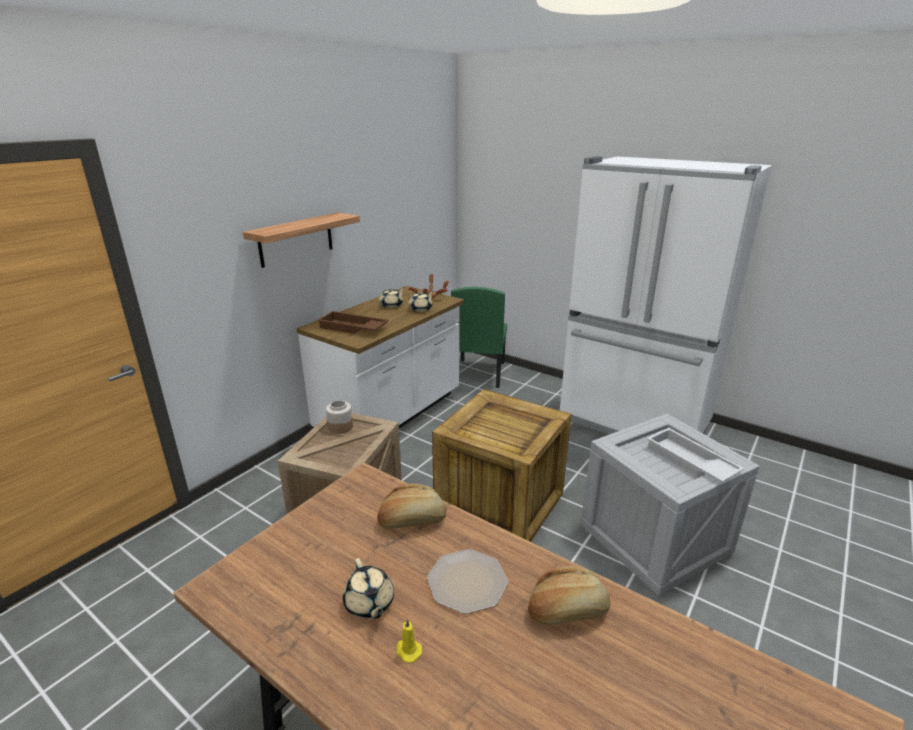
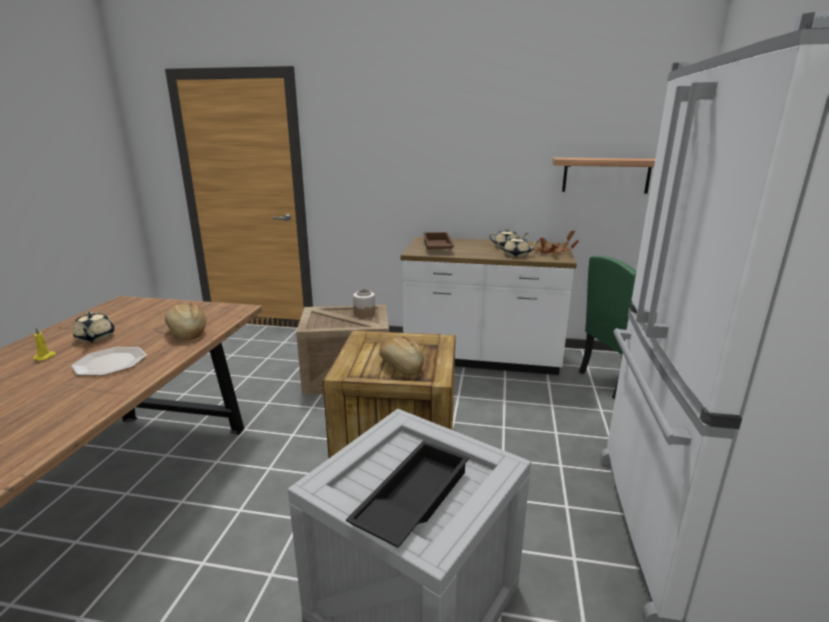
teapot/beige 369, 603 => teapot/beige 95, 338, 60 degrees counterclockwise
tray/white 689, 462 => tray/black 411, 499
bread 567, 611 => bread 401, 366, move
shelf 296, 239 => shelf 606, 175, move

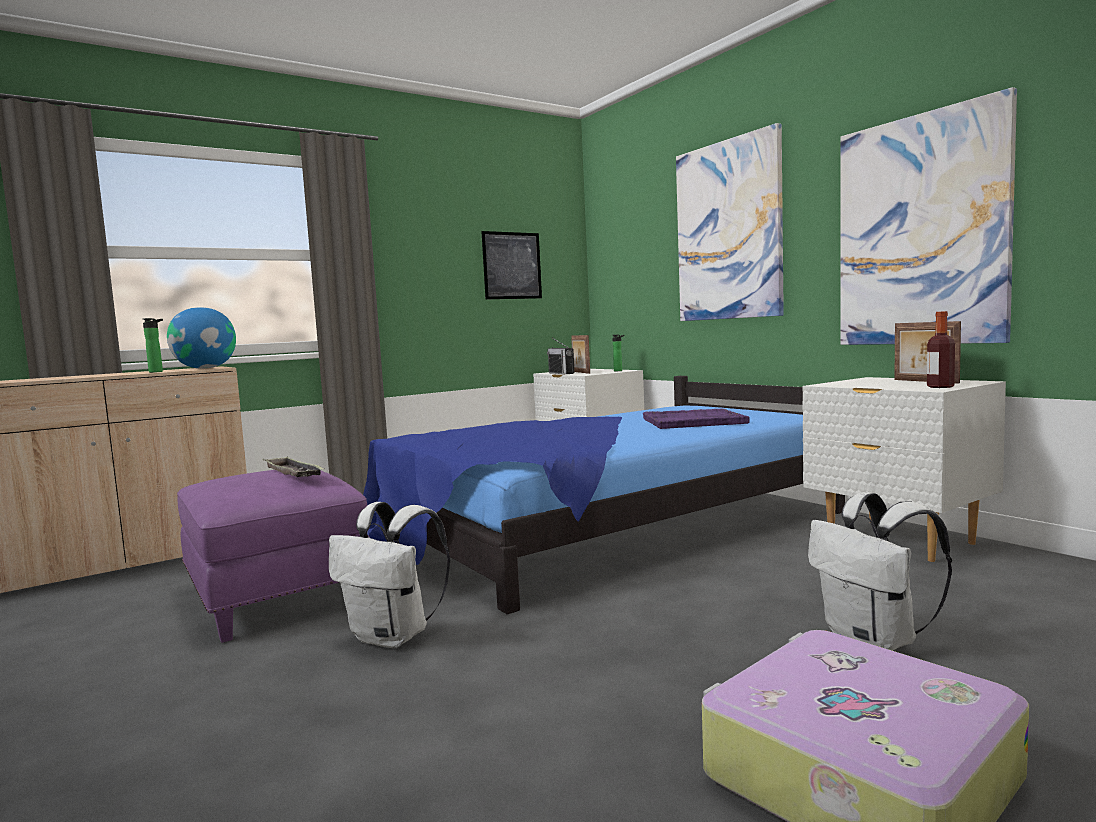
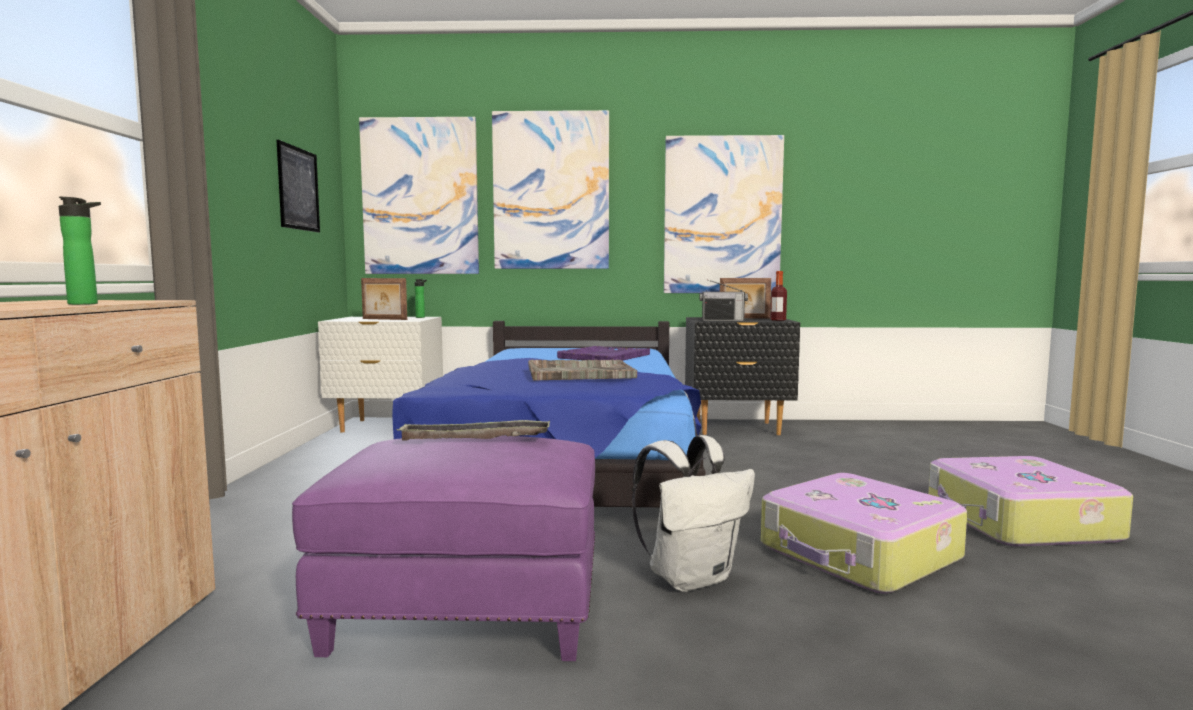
nothing => picture 420, 197
nothing => tray/grey 579, 373
nightstand/white 898, 540 => nightstand/black 737, 429
radio 561, 373 => radio 722, 320, move
nothing => suitcase 859, 554
globe 205, 368 => nothing
backpack/white 874, 641 => nothing

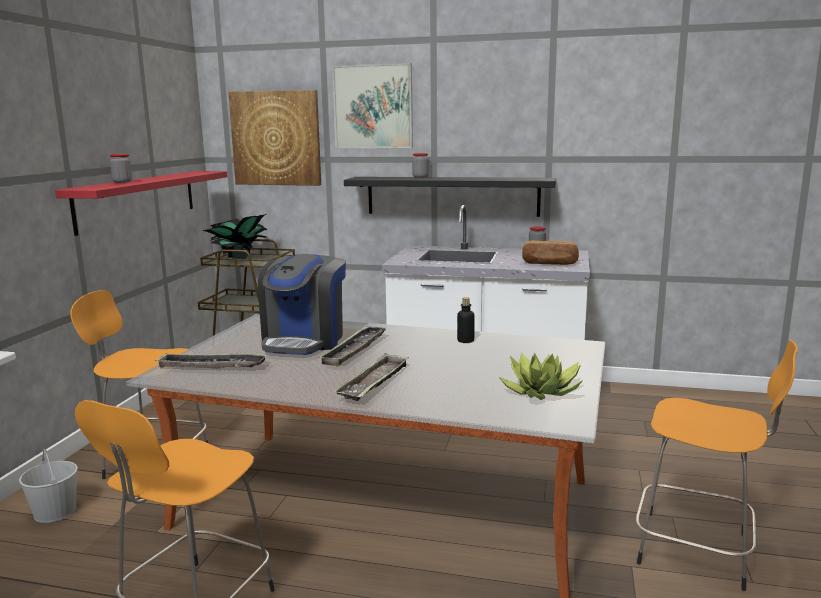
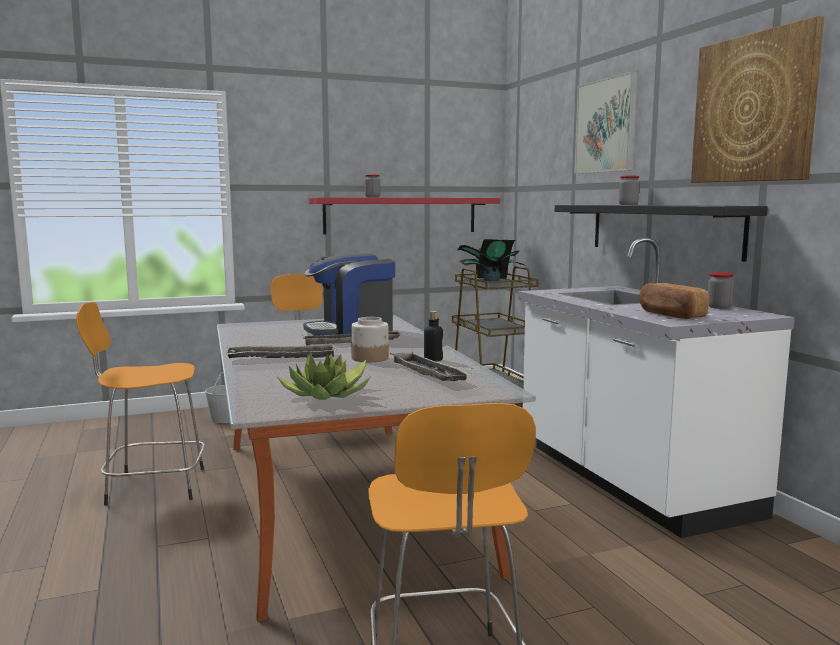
nothing => jar 370, 358
tray 212, 366 => tray 427, 373, move
picture 276, 138 => picture 753, 109, move

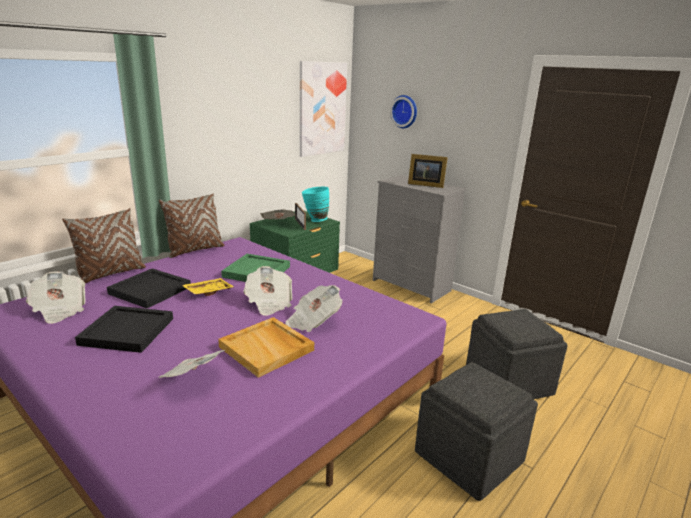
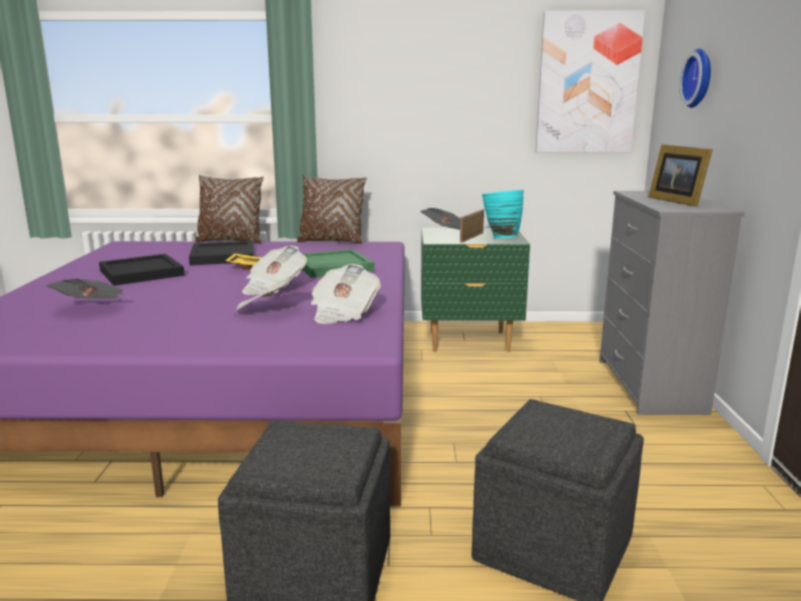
newspaper 59, 310 => newspaper 343, 313, move
tray/beige 267, 348 => nothing

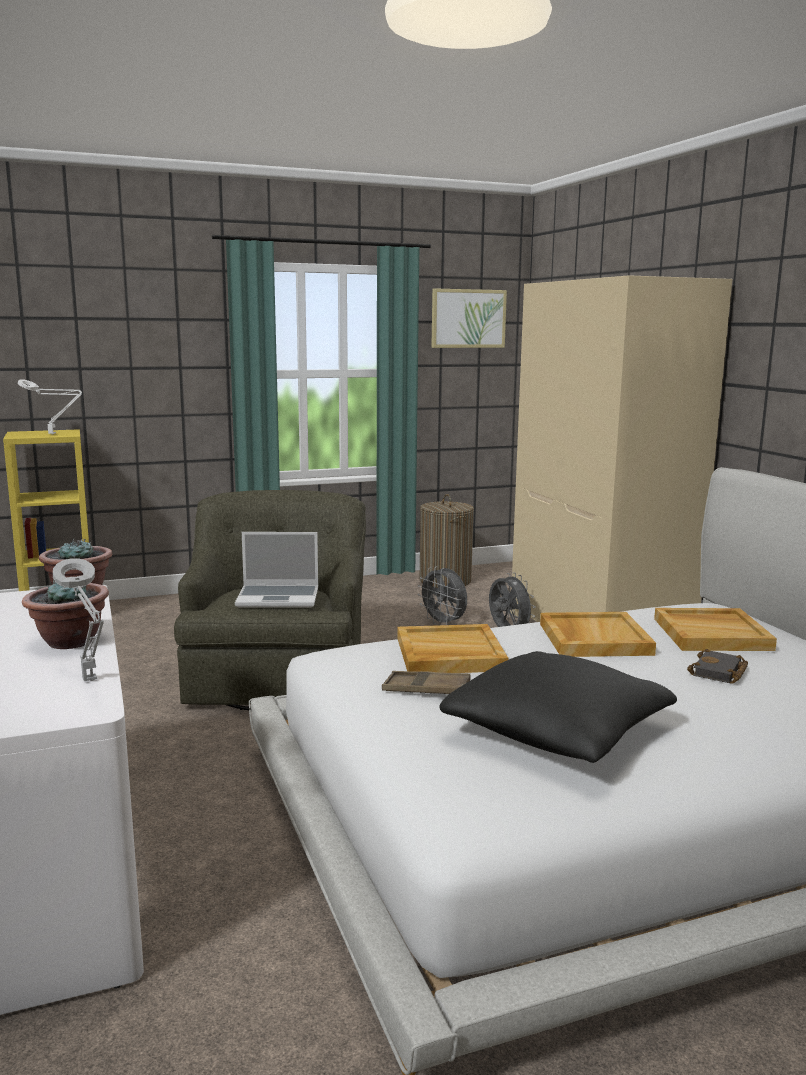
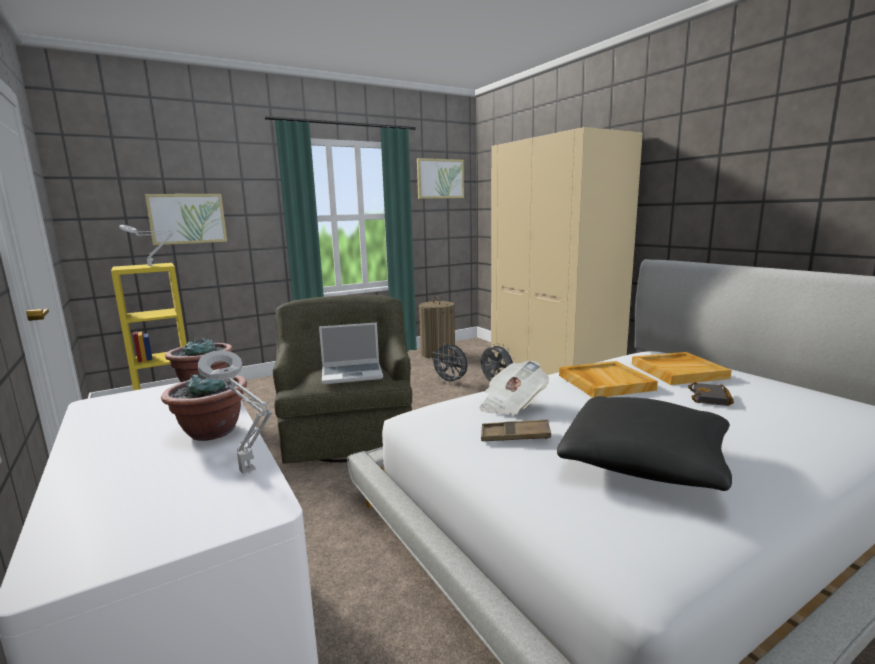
nothing => picture 187, 218
tray/beige 449, 654 => newspaper 511, 405

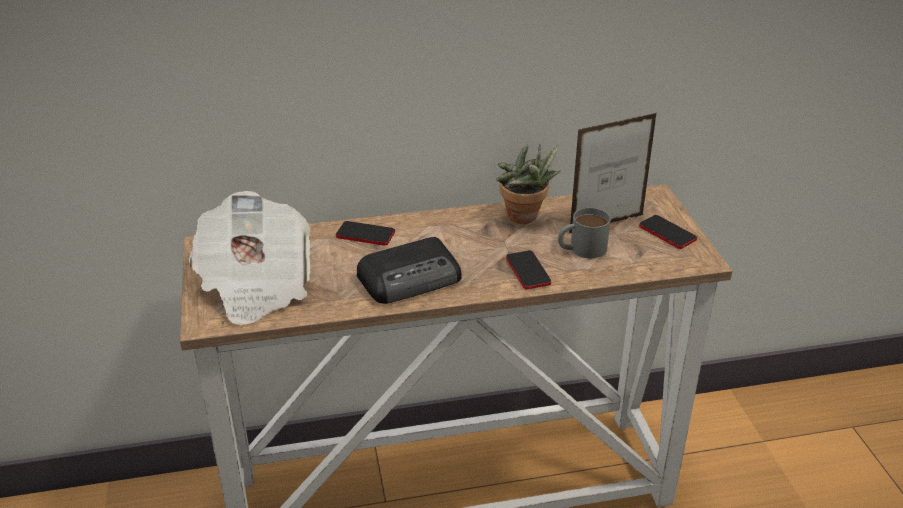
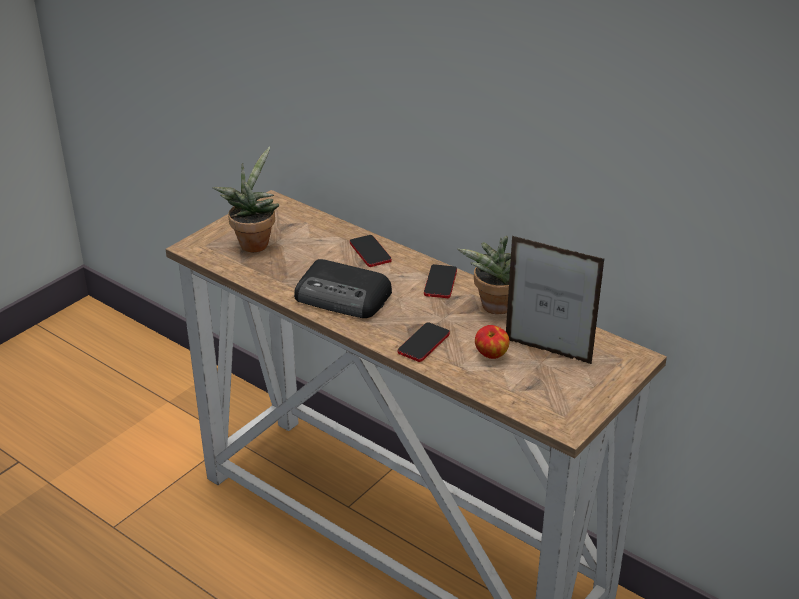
newspaper 255, 285 => potted plant 253, 242
phone 667, 233 => phone 440, 282, move
mug/grey 581, 249 => apple 491, 355

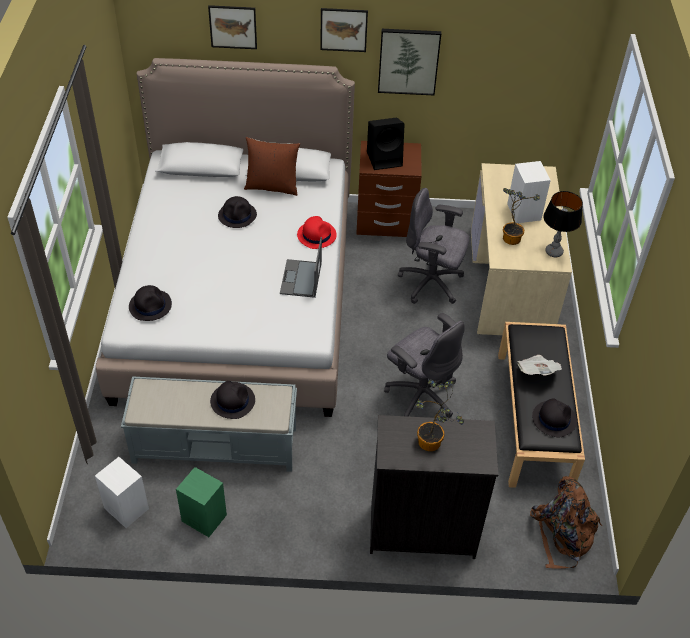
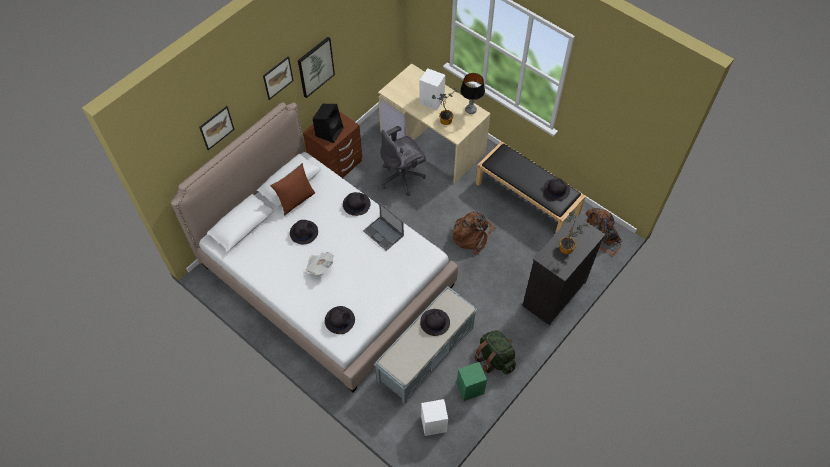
newspaper 537, 372 => newspaper 320, 266, move
hat/red 316, 235 => hat/black 356, 204
office chair/grey 421, 394 => backpack/brown 472, 235
nothing => backpack/green 495, 358

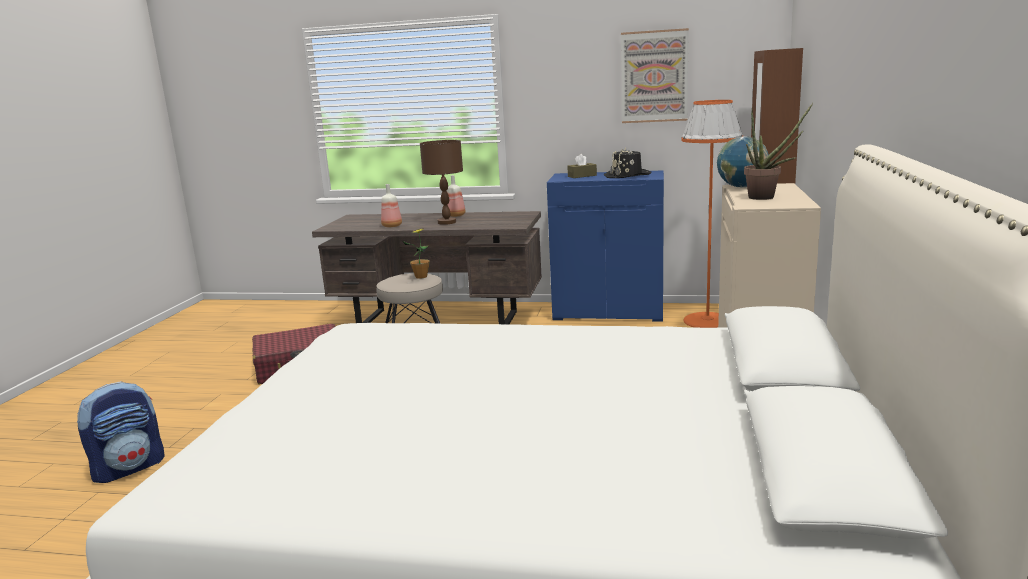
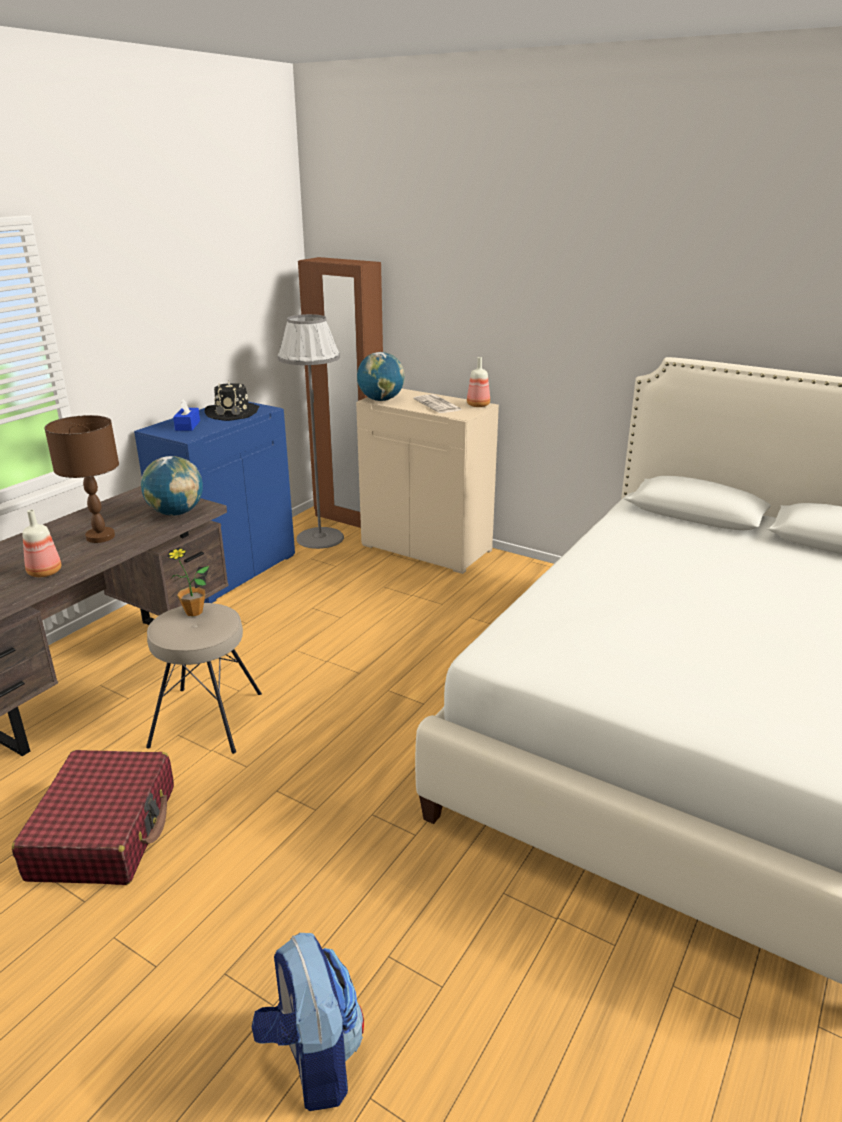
nothing => globe 176, 513
tissue box/brown 582, 176 => tissue box/blue 187, 425
floor lamp/orange 707, 321 => floor lamp/grey 320, 538
potted plant 767, 197 => newspaper 438, 405
bottle 456, 215 => bottle 478, 405, move
picture 654, 76 => nothing

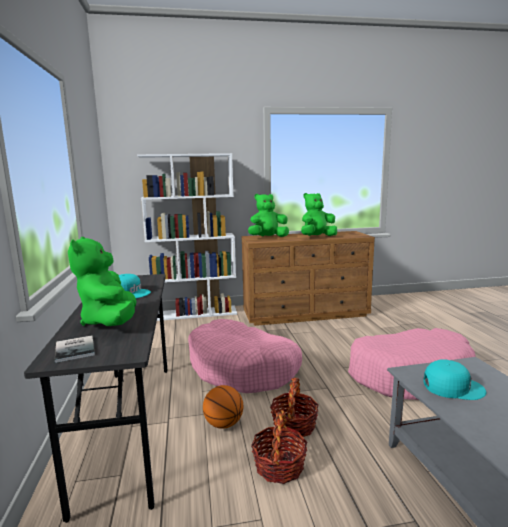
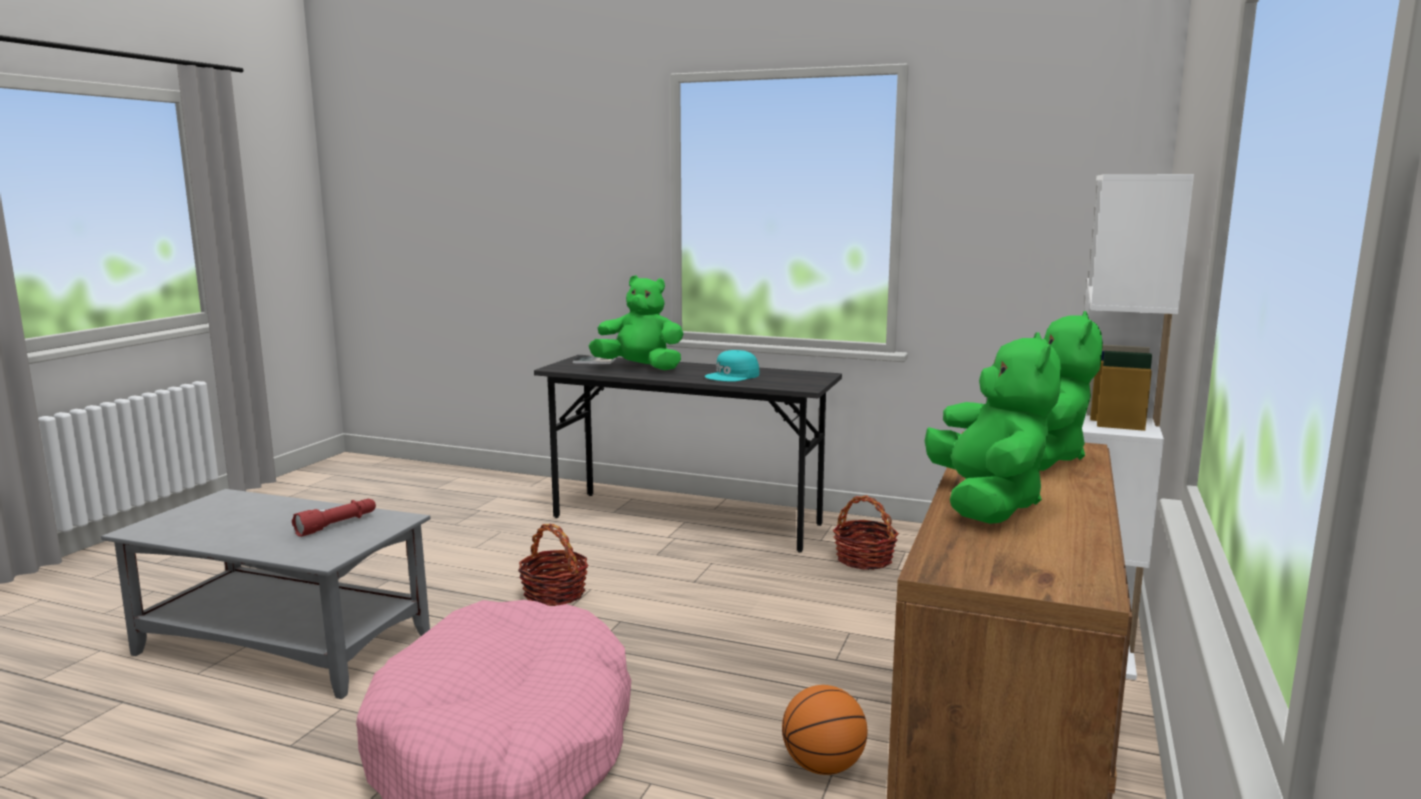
cap/turquoise 452, 387 => flashlight/red 337, 525
basketball 223, 424 => basketball 823, 766, move
basket 279, 466 => basket 864, 559, move
dog bed/pink 243, 368 => nothing

